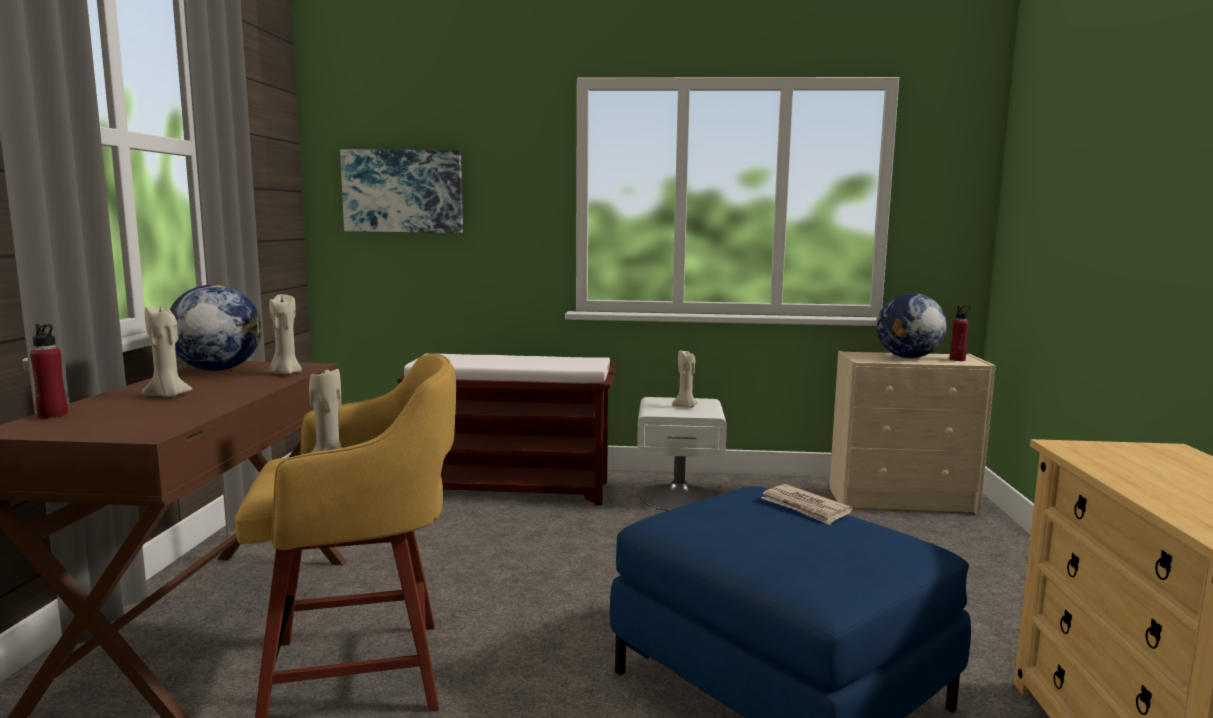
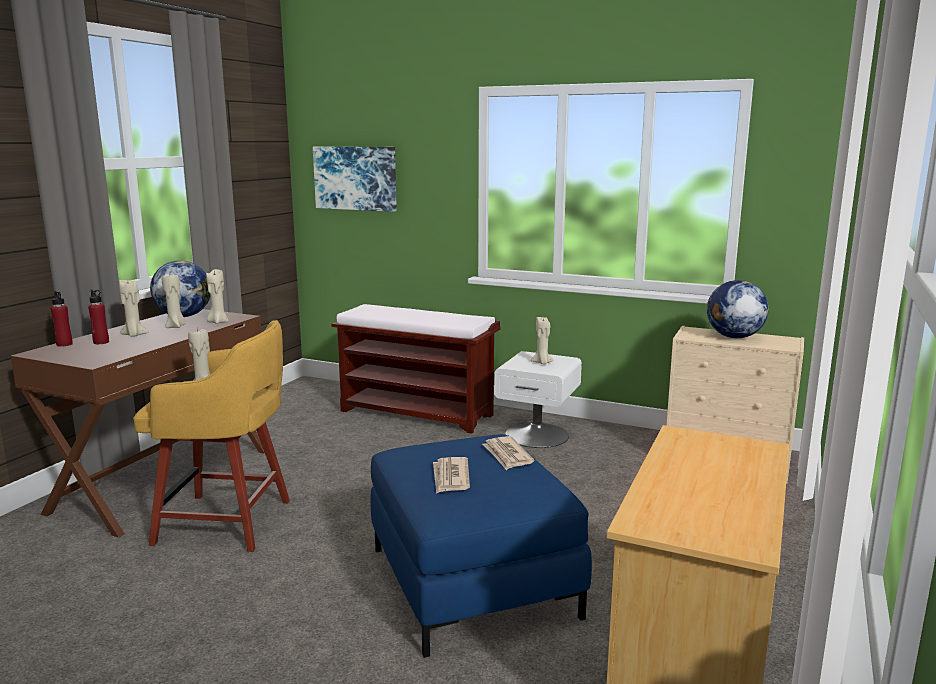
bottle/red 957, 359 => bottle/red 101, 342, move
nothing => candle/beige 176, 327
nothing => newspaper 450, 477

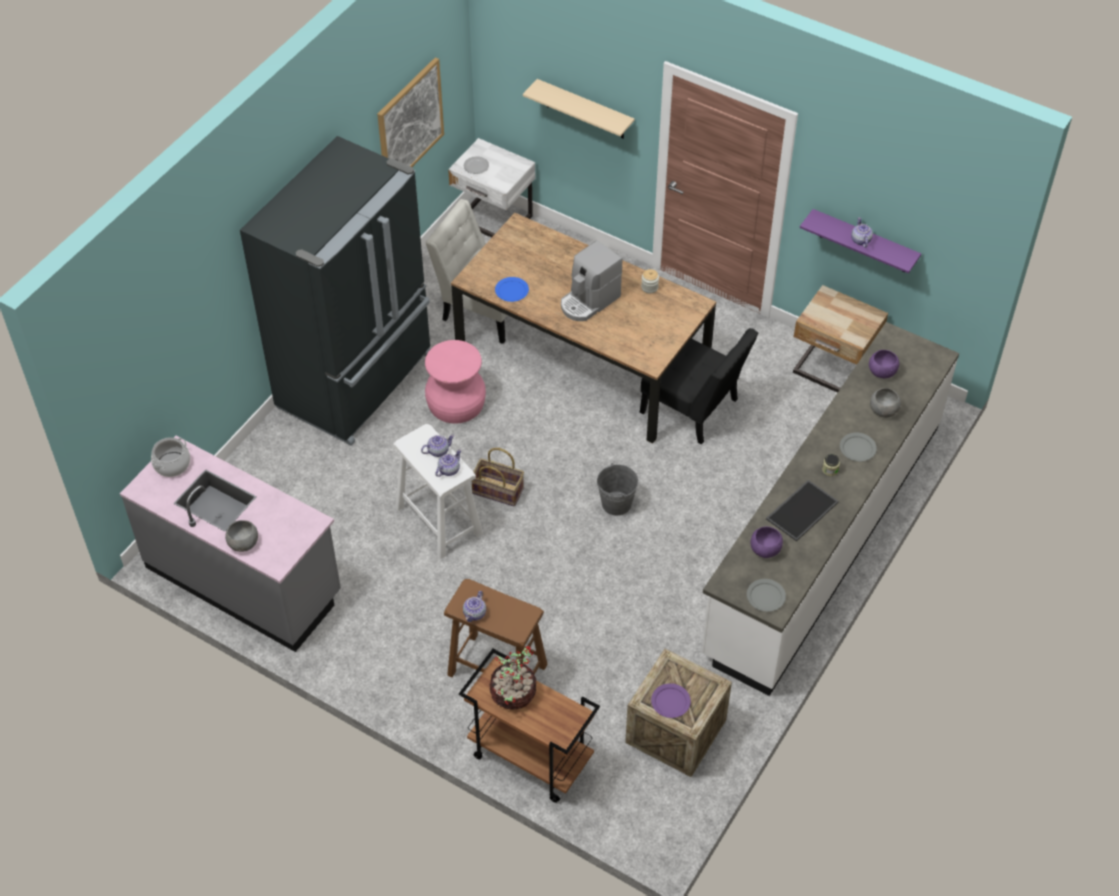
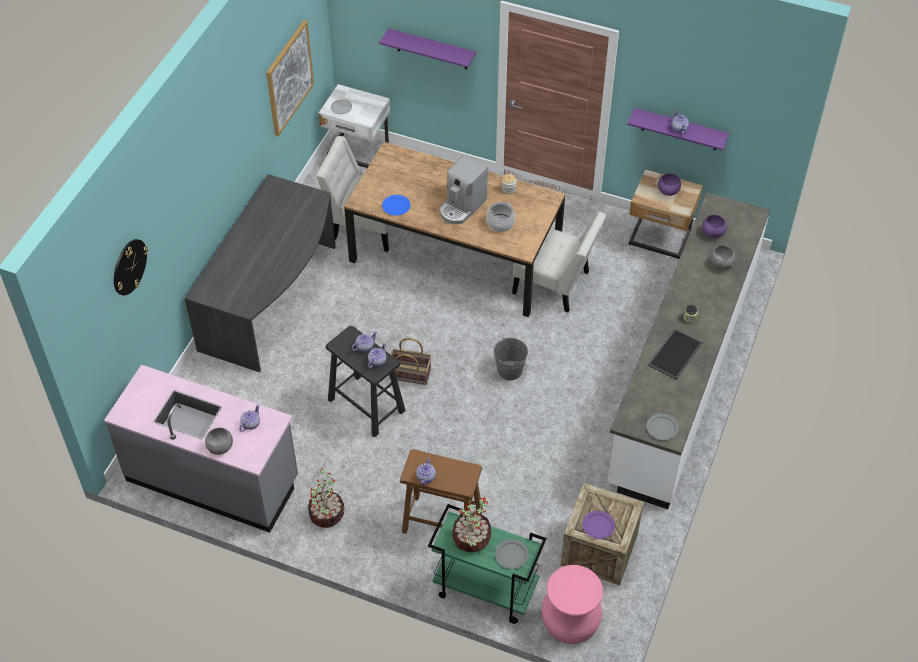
nothing => wall clock 129, 266
fridge/black 358, 381 => desk/grey 273, 299
nothing => teapot 250, 424
nothing => potted plant 327, 513
stool/white 438, 520 => stool/black 366, 405
shelf/beige 585, 110 => shelf/purple 432, 49
cart/brown 529, 757 => cart/green 484, 590
cooking pot 172, 464 => cooking pot 500, 223, move
plate/grey 857, 448 => plate/grey 511, 555, move
chair/black 693, 409 => chair/white 555, 284
stool/pink 455, 403 => stool/pink 570, 620, move
bowl/purple 765, 549 => bowl/purple 668, 191, move

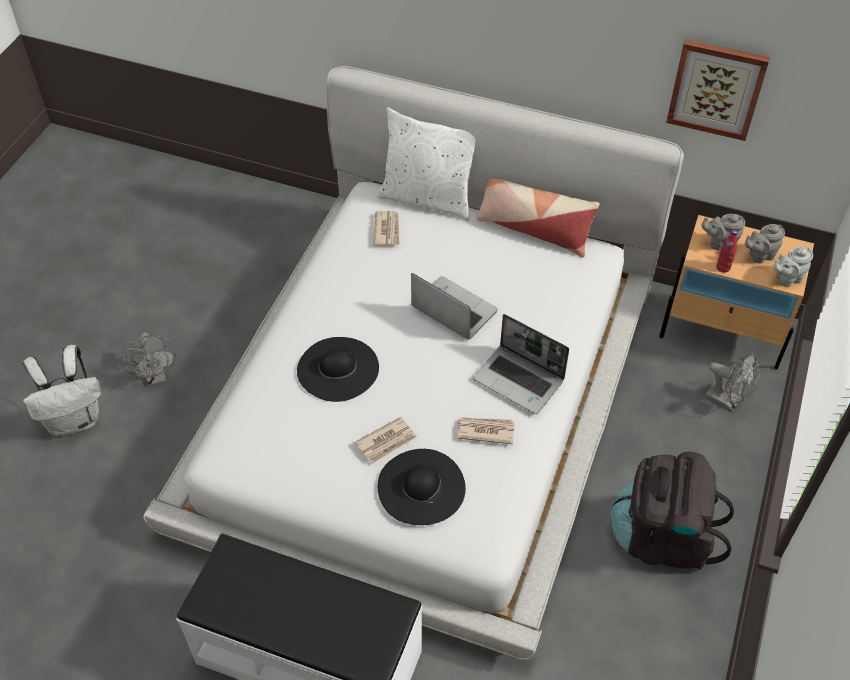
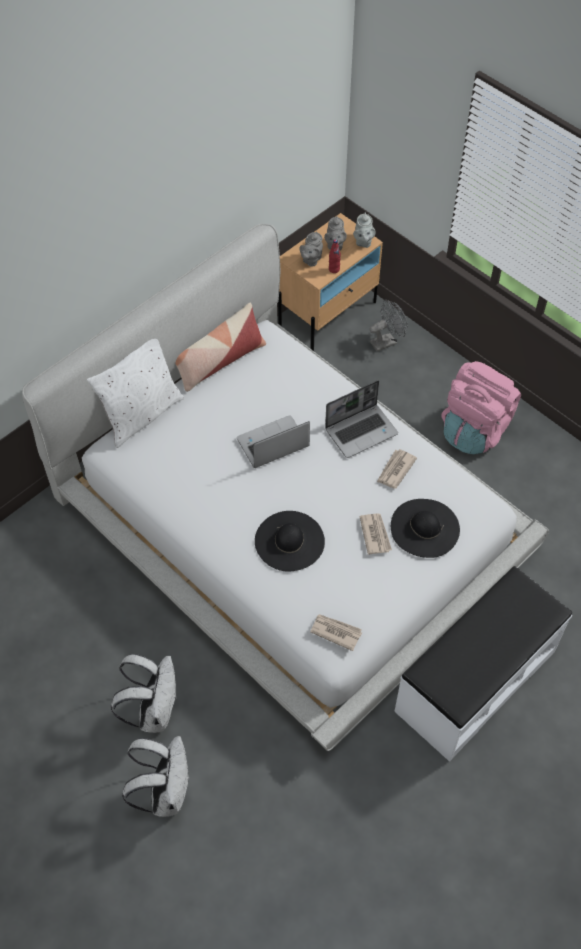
fan/grey 156, 377 => backpack/white 154, 711
newspaper 387, 230 => newspaper 336, 632, move
backpack/black 662, 537 => backpack/pink 475, 429
picture 716, 88 => nothing

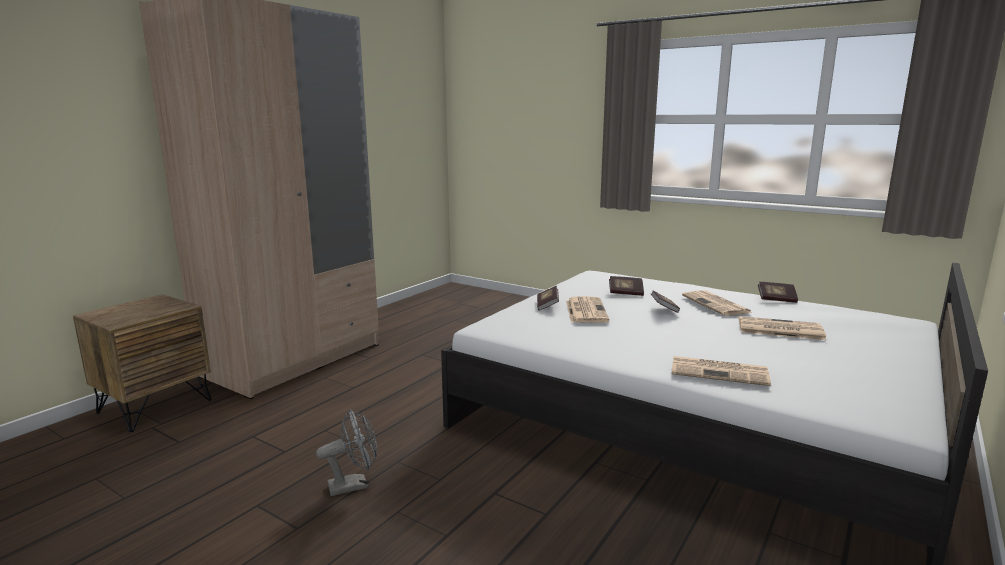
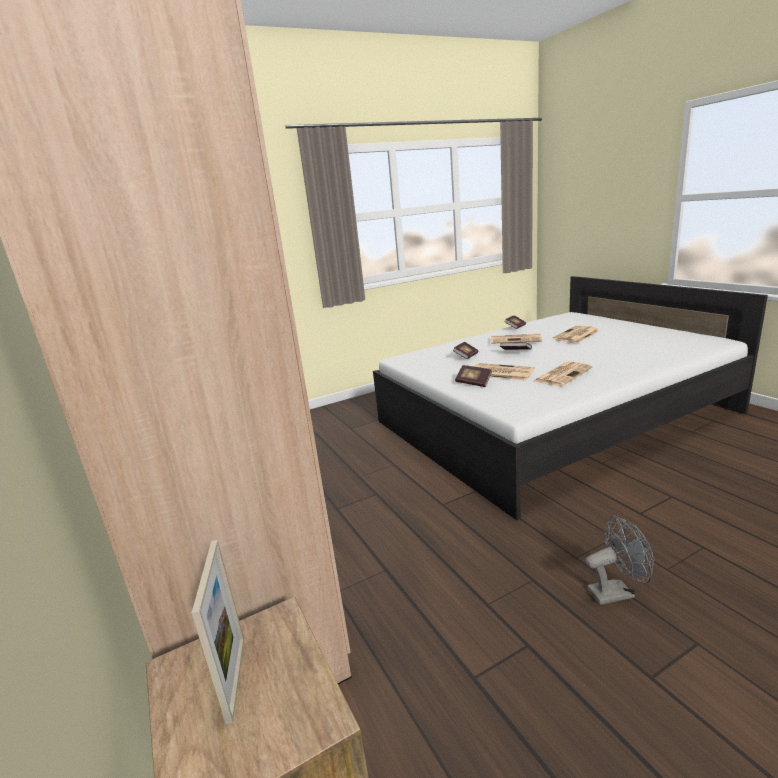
nothing => picture frame 235, 677
newspaper 720, 372 => newspaper 563, 374, move
fan/grey 354, 485 => fan/grey 616, 592, 75 degrees clockwise

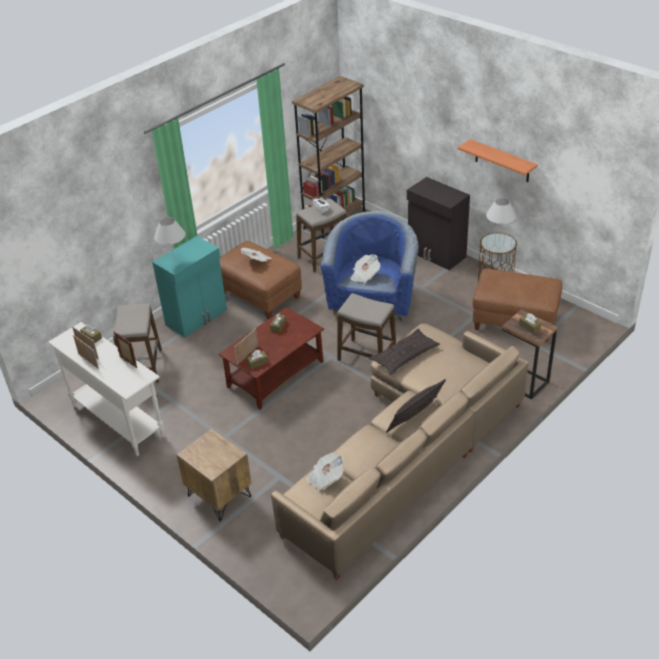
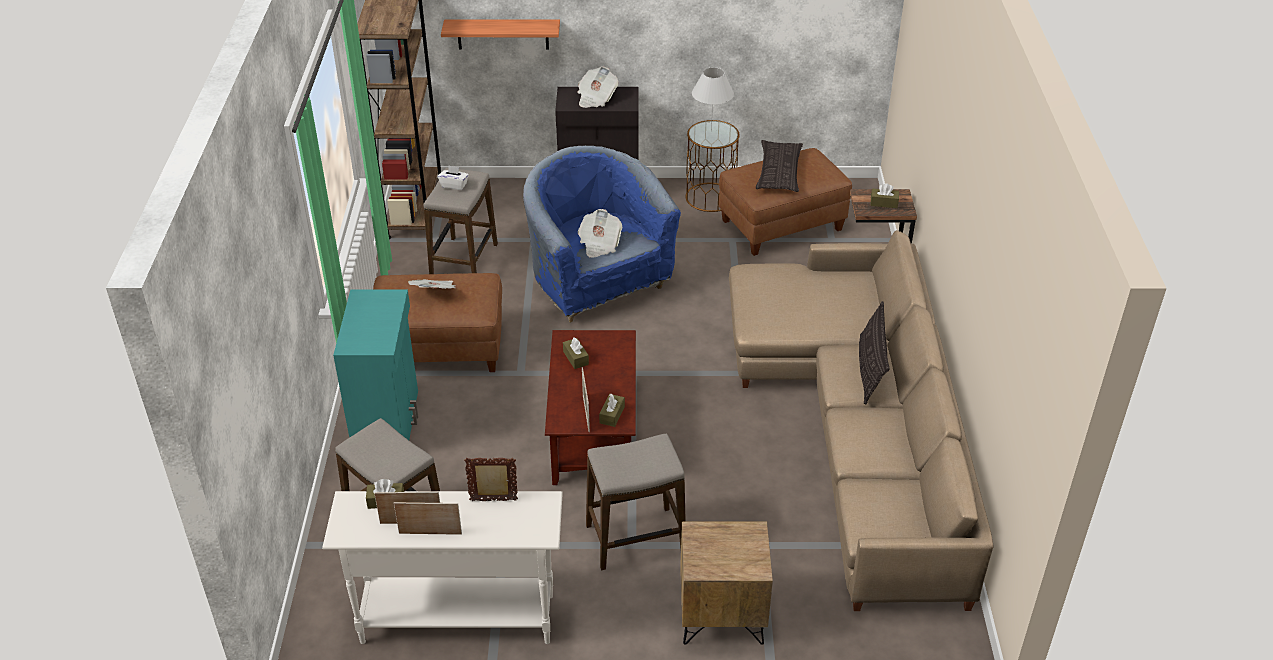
shelf 502, 161 => shelf 503, 34, move
newspaper 325, 478 => newspaper 596, 98, move
stool 367, 357 => stool 635, 539, move
pillow 404, 355 => pillow 779, 172, move
table lamp/white 174, 261 => nothing

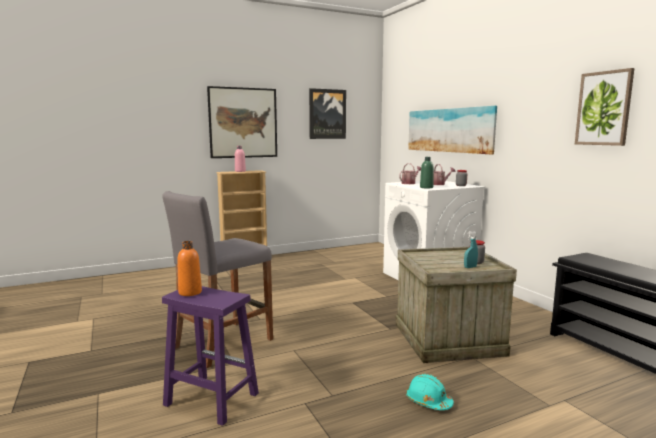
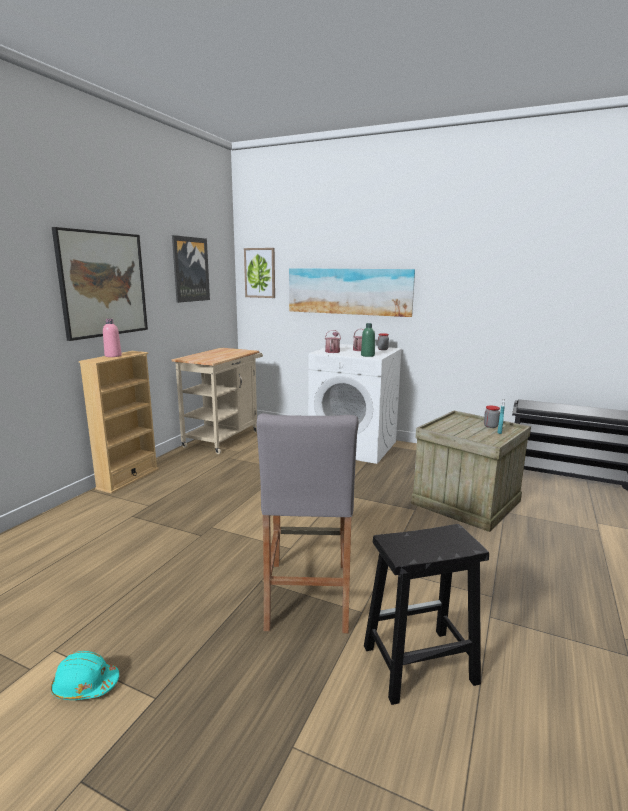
hard hat/turquoise 428, 401 => hard hat/turquoise 85, 685, move
nothing => cart/beige 224, 437
picture 604, 108 => picture 260, 273, move
stool/purple 210, 399 => stool/black 417, 665
bottle/orange 190, 292 => nothing

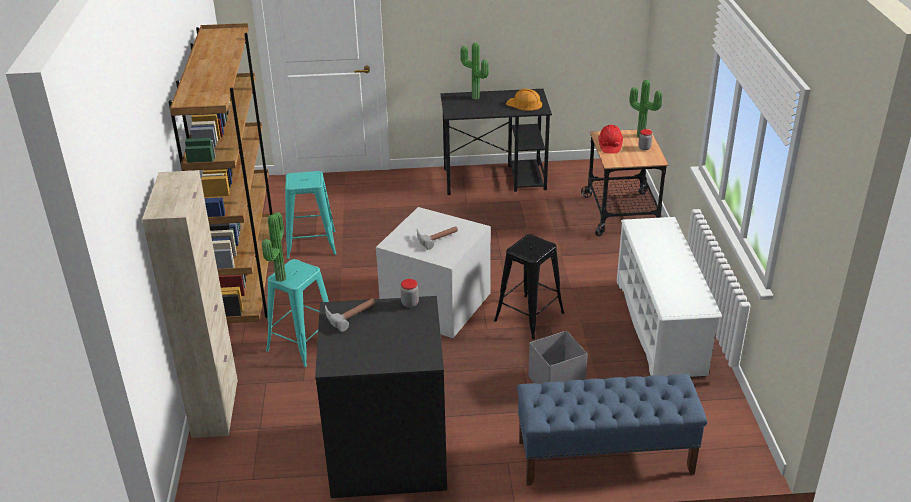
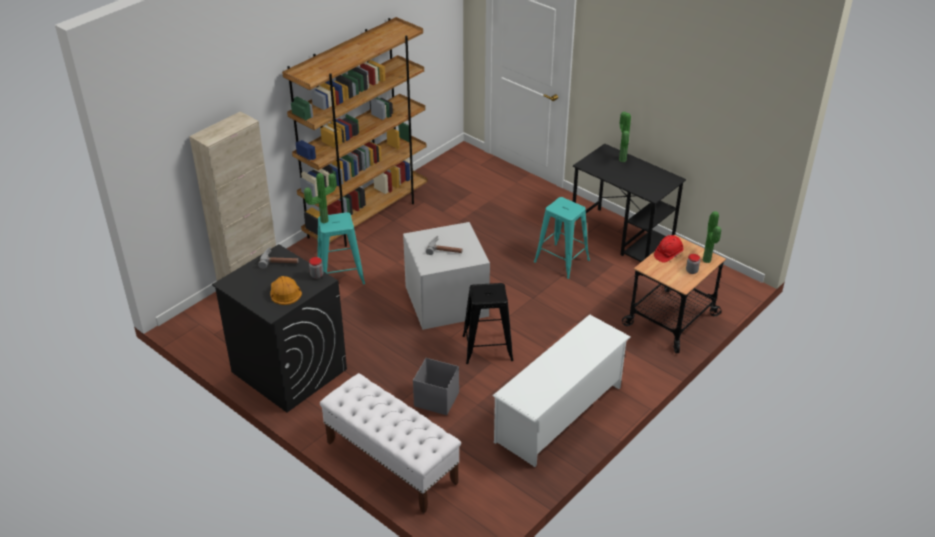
hard hat/orange 524, 104 => hard hat/orange 284, 292, move
bench/blue 604, 457 => bench/white 391, 462
stool/turquoise 311, 244 => stool/turquoise 561, 261, move

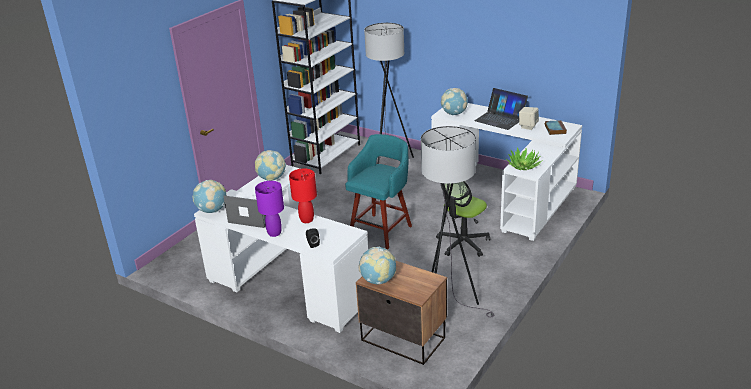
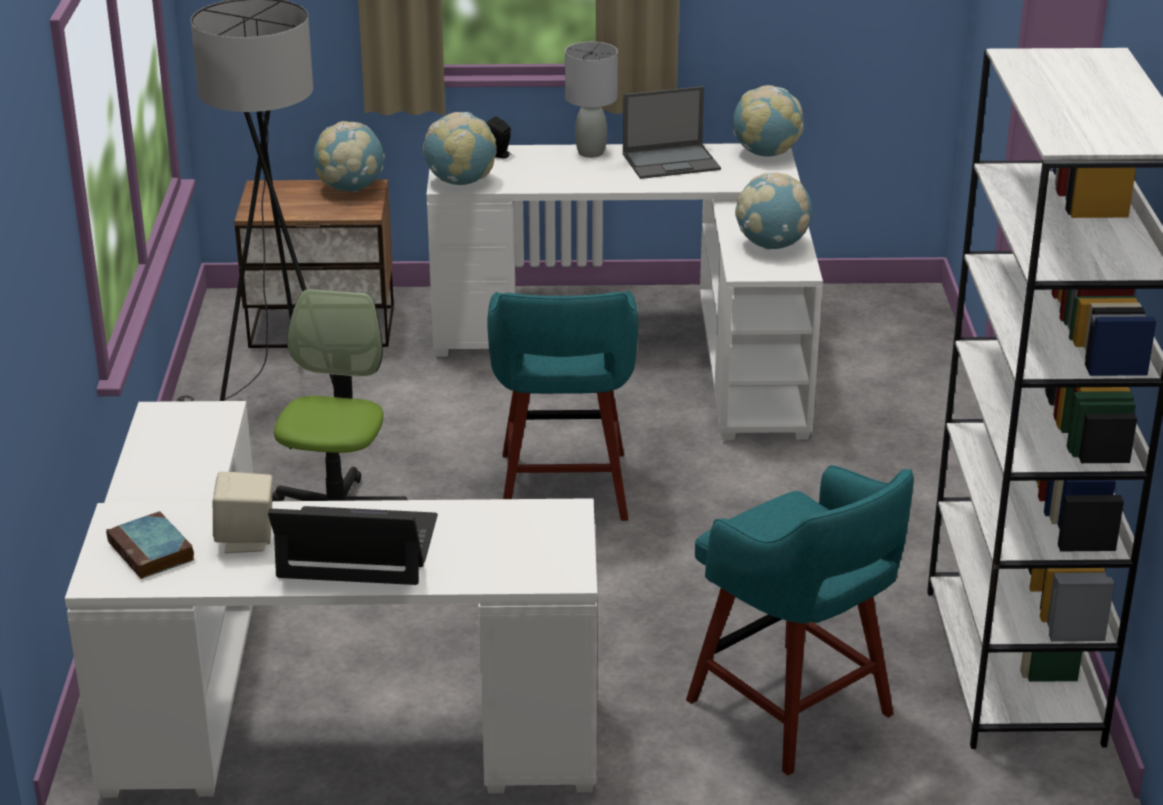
globe 454, 114 => globe 460, 182, move
table lamp/purple 274, 233 => table lamp/grey 591, 152
floor lamp/grey 388, 160 => stool/turquoise 793, 711
table lamp/red 307, 220 => nothing
potted plant 523, 166 => nothing

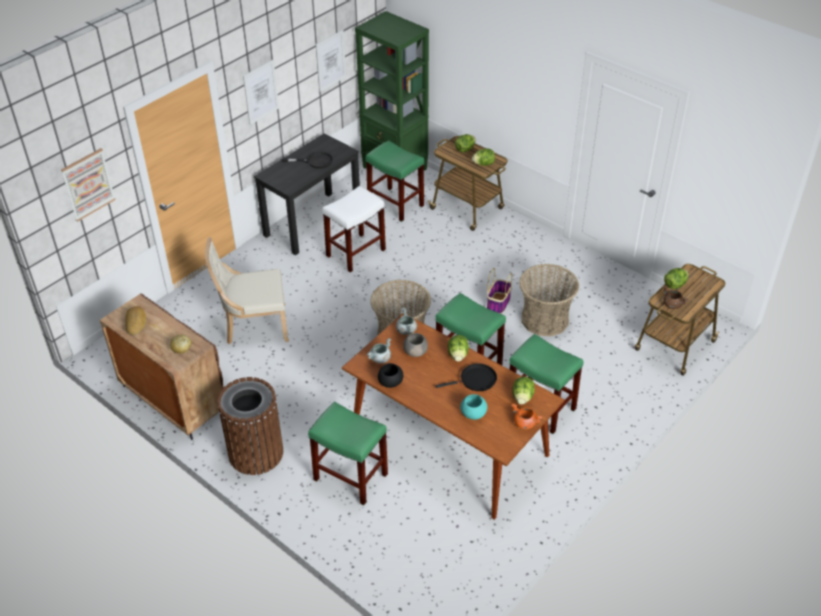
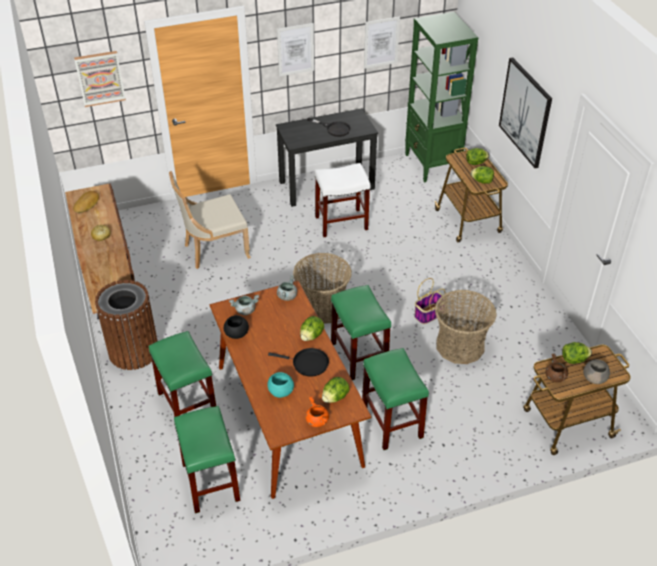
chair/beige 254, 326 => chair/beige 213, 250, 45 degrees counterclockwise
stool/green 395, 204 => stool/green 210, 481, move
nothing => picture 525, 112
bowl/grey 415, 351 => bowl/grey 595, 378, move

